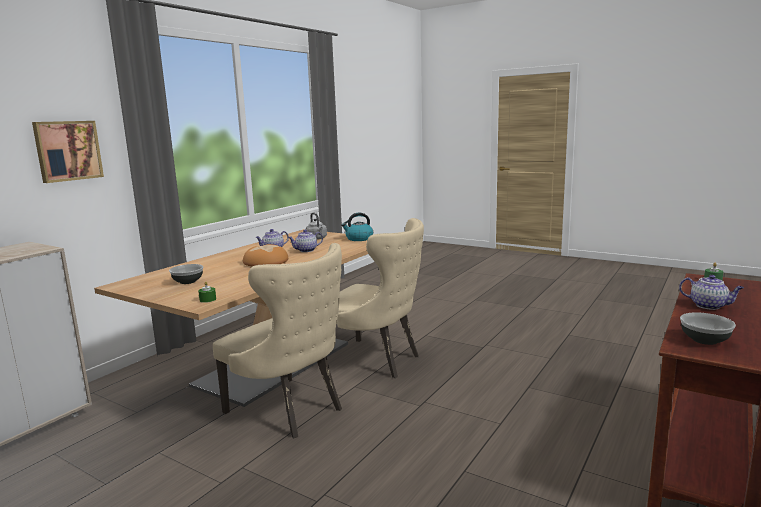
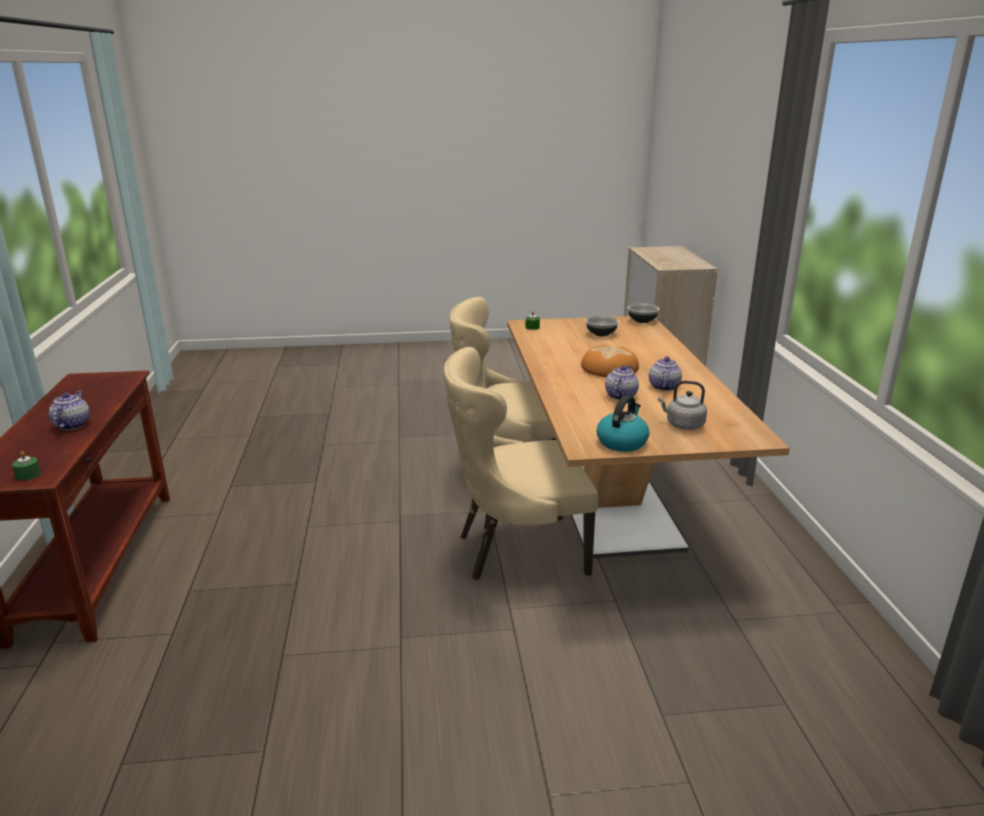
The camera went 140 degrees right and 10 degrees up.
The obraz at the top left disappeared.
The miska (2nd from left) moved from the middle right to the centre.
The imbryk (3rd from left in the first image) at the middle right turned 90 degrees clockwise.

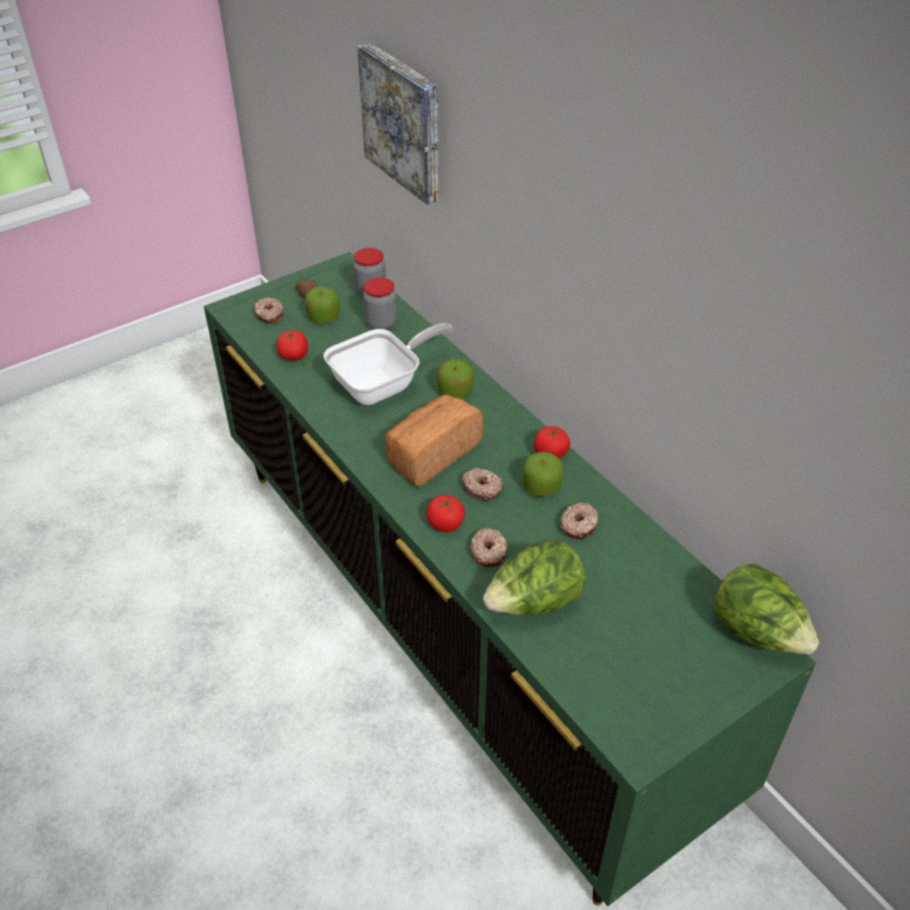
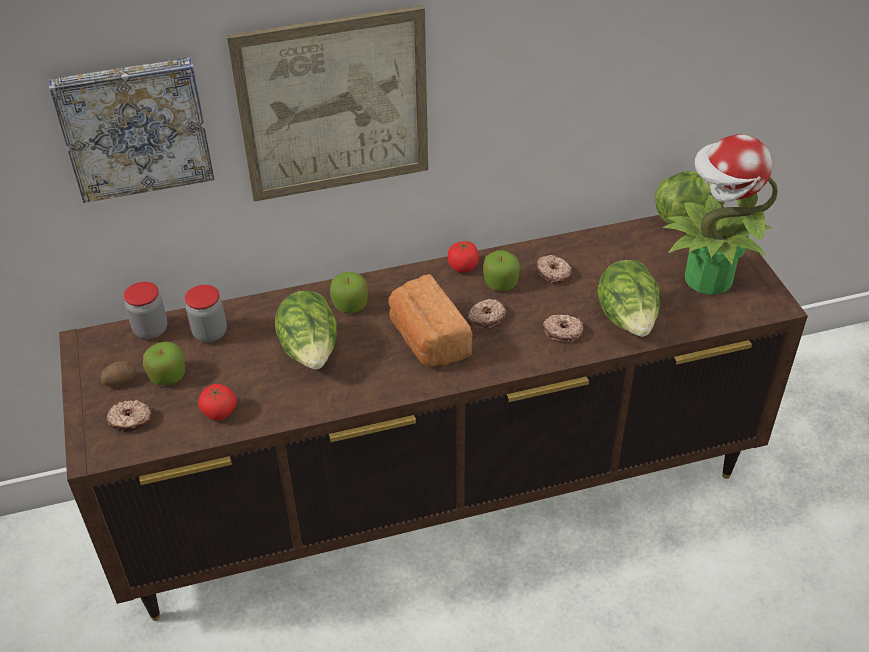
The camera went 70 degrees left and 0 degrees up.
The pomidor (2nd from left) at the centre disappeared.
The obraz (2nd from left) at the top centre appeared.
The roślina doniczkowa at the top right appeared.
The patelnia at the centre was replaced by the sałata (1st from left) at the centre.
The szafka (zielony) at the centre became the szafka (brązowy) at the centre.

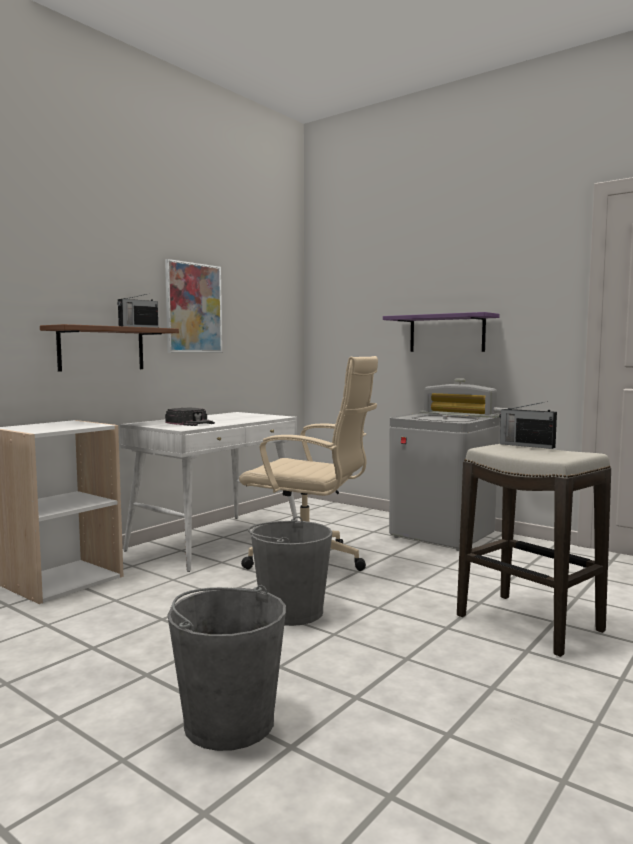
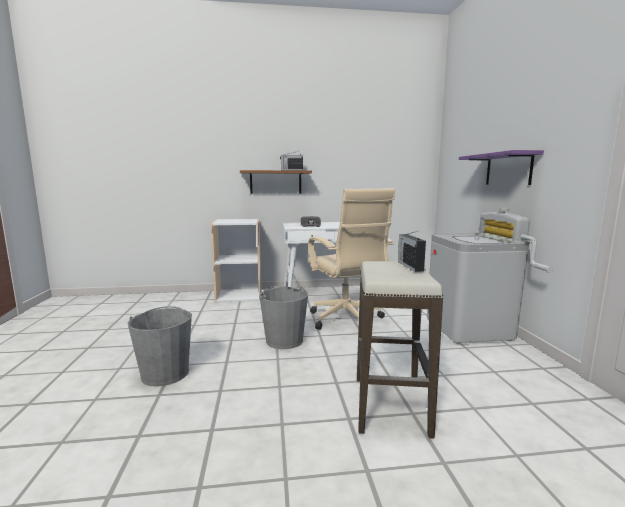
The camera went 45 degrees right and 5 degrees up.
The obraz at the middle left disappeared.

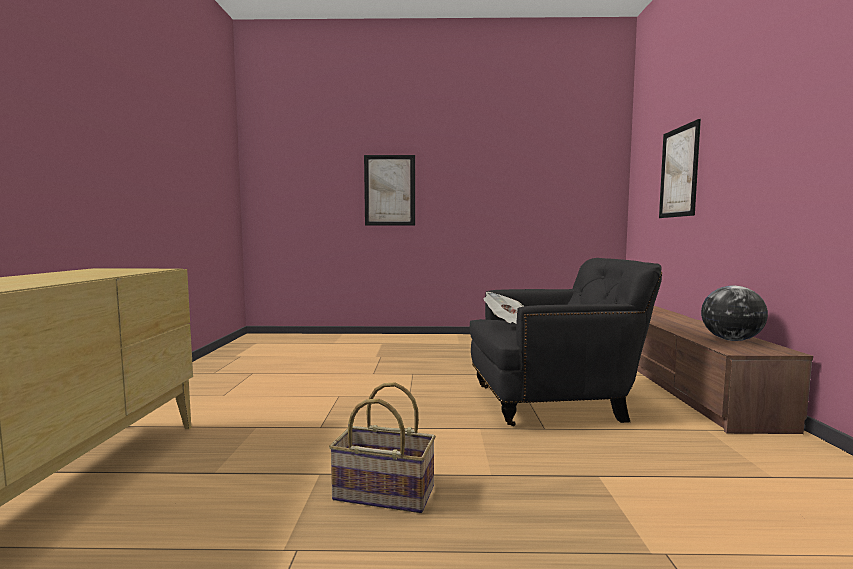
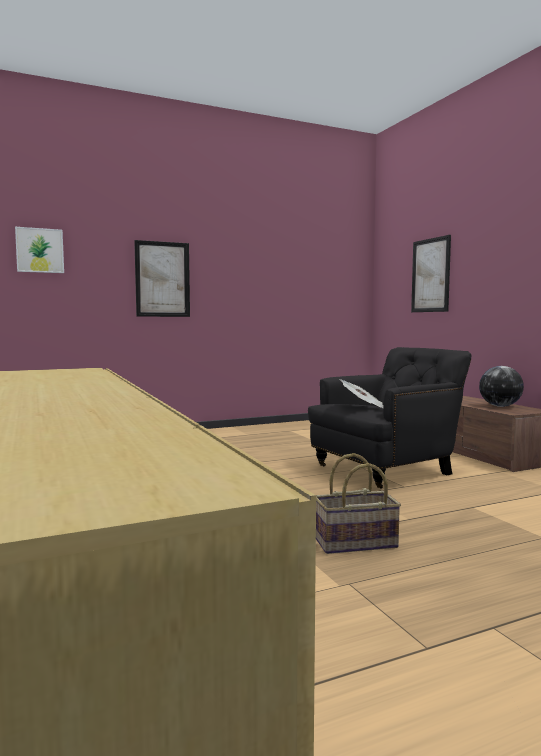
The camera went 25 degrees left and 0 degrees up.
The obraz (1st from left) at the top left appeared.

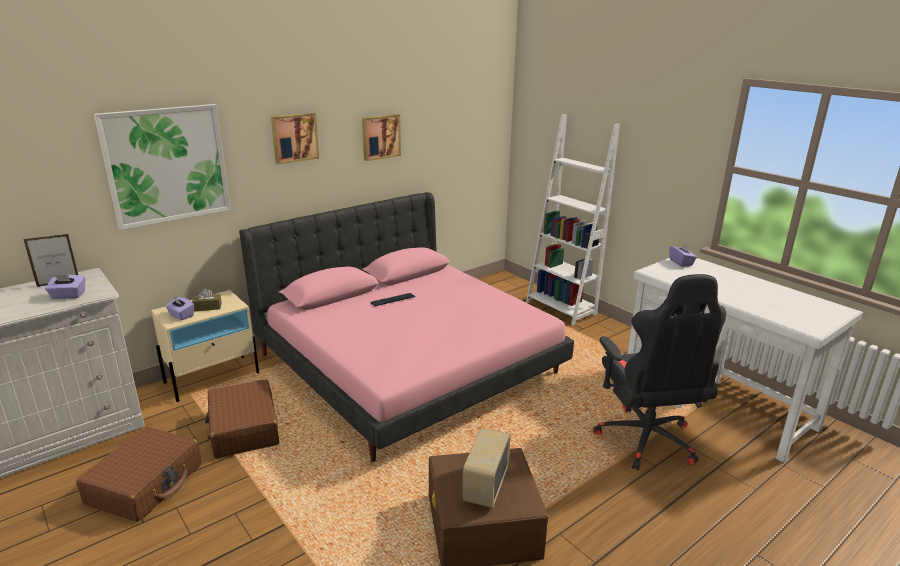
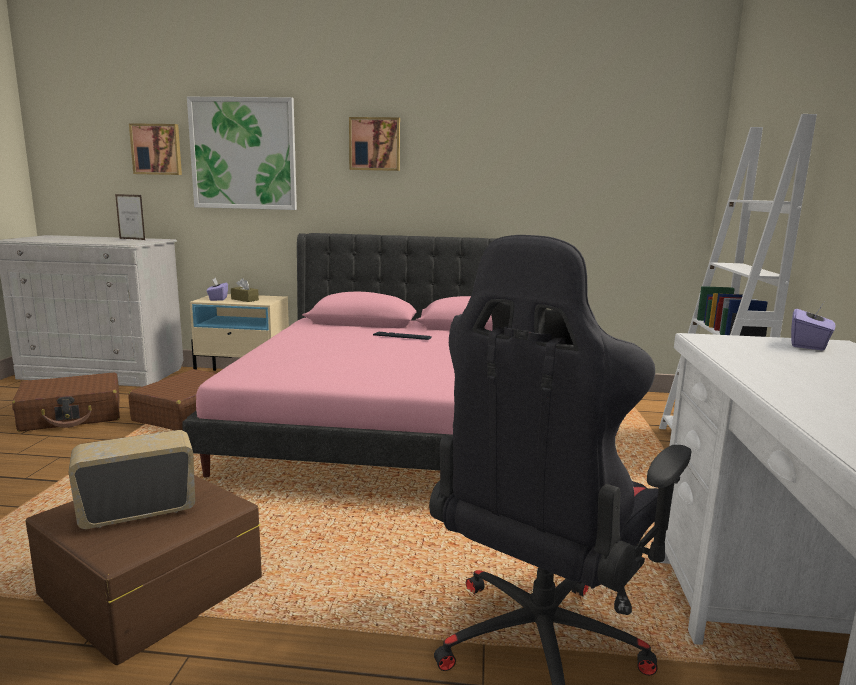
The camera went 45 degrees right and 10 degrees down.
The pudełko chusteczek (fioletowy) (1st from left) at the middle left disappeared.
The obraz (3rd from left in the first image) moved from the top centre to the top left.

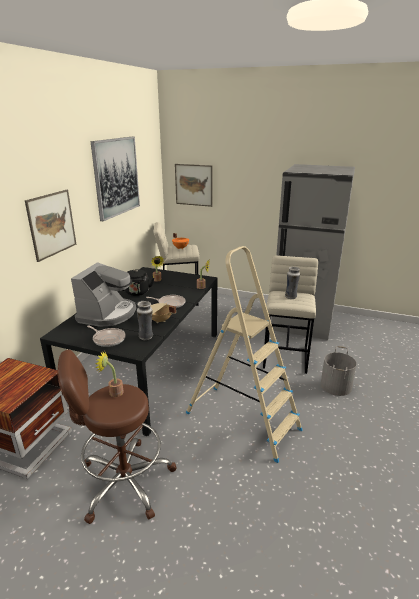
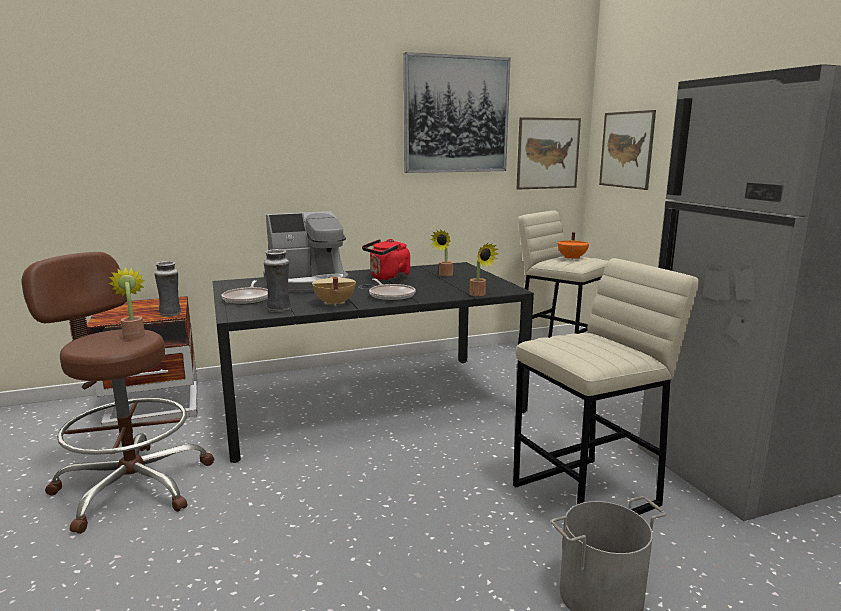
The camera went 50 degrees right and 10 degrees down.
The drabinka (beżowy) at the centre disappeared.
The obraz (1st from left in the first image) moved from the middle left to the top centre.
The wazon (2nd from left in the first image) moved from the middle right to the middle left.
The czajnik (czarny) at the middle left became the czajnik (czerwony) at the centre.

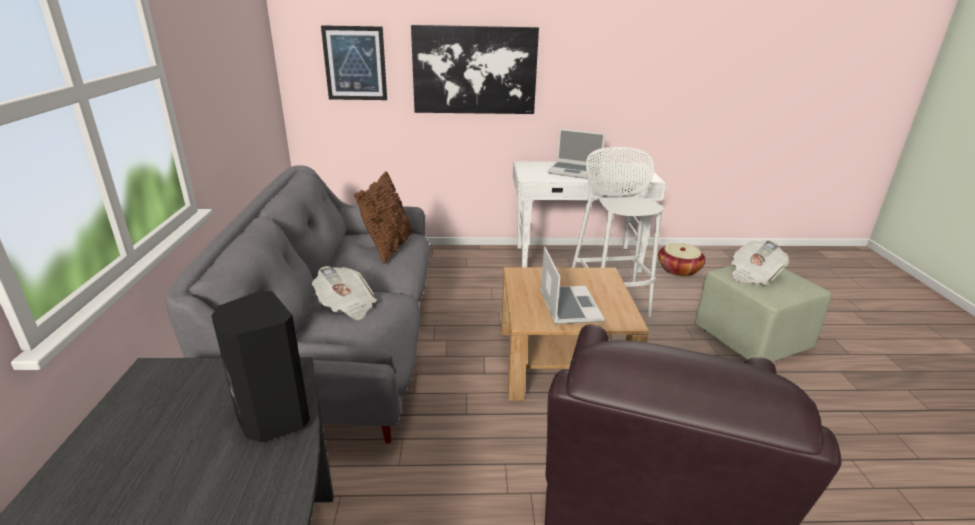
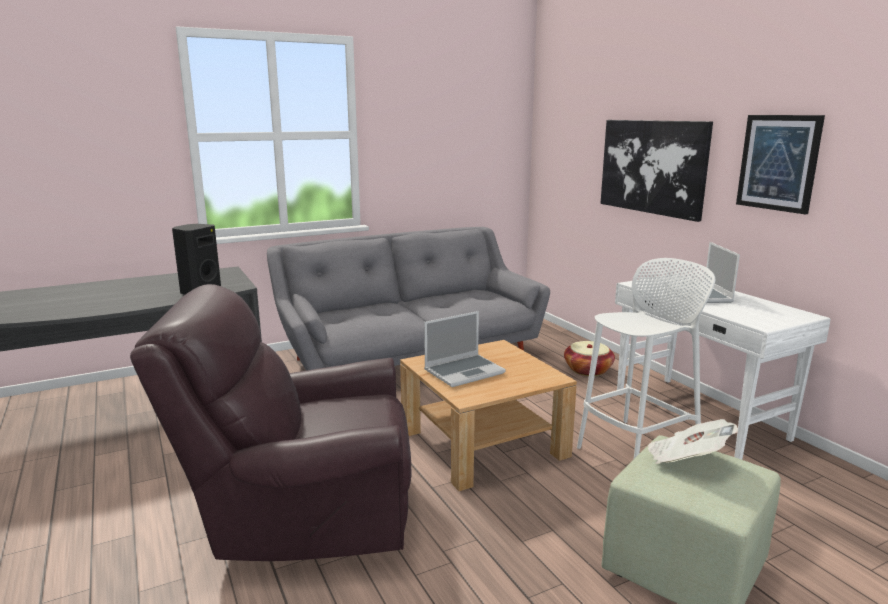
The camera went 65 degrees right and 10 degrees down.
The gazeta (1st from left) at the centre disappeared.
The poduszka (brązowy) at the centre disappeared.
The obraz (1st from left in the first image) moved from the top centre to the top right.
The koszyk moved from the middle right to the centre.

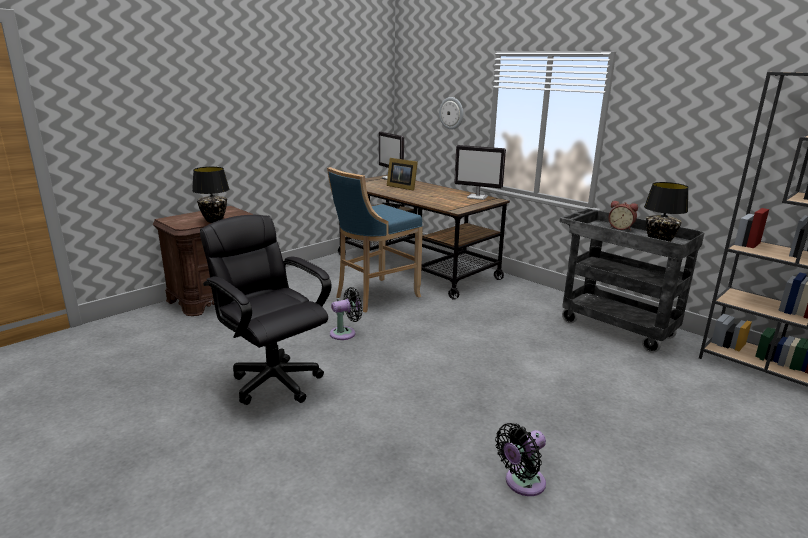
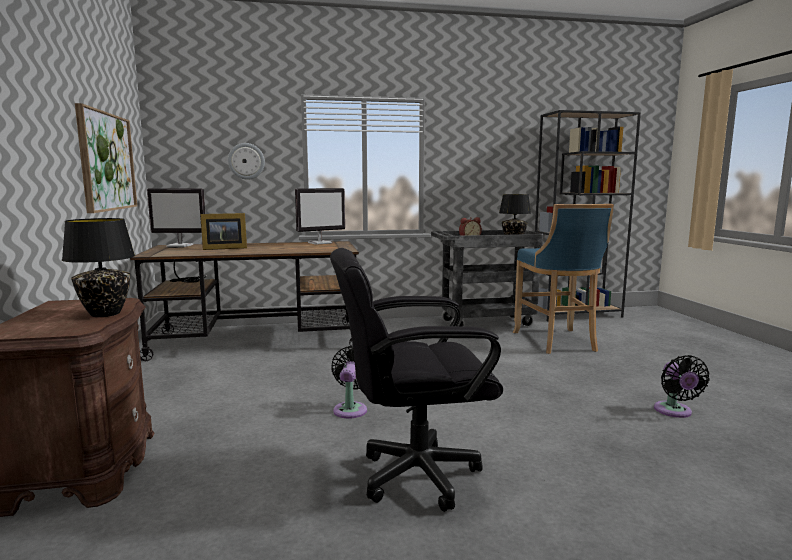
The camera went 55 degrees left and 10 degrees down.
The obraz at the top left appeared.
The stołek (niebieski) moved from the centre to the middle right.

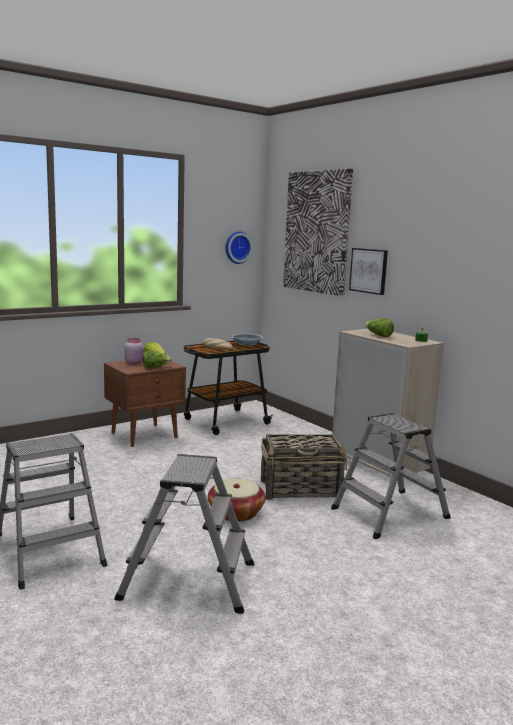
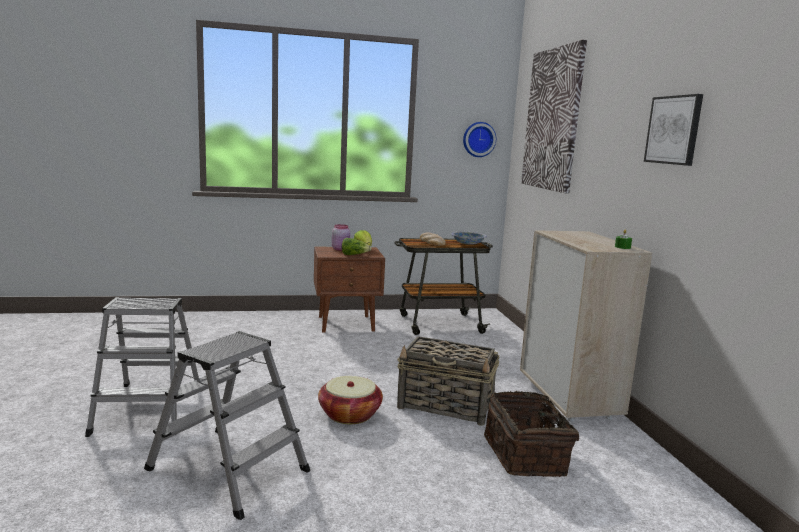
The camera went 25 degrees right and 0 degrees up.
The sałata (3rd from left) at the middle right disappeared.
The obraz (2nd from left) moved from the middle right to the top right.
The drabinka (szary) (3rd from left) at the middle right was replaced by the koszyk (3rd from left) at the bottom centre.

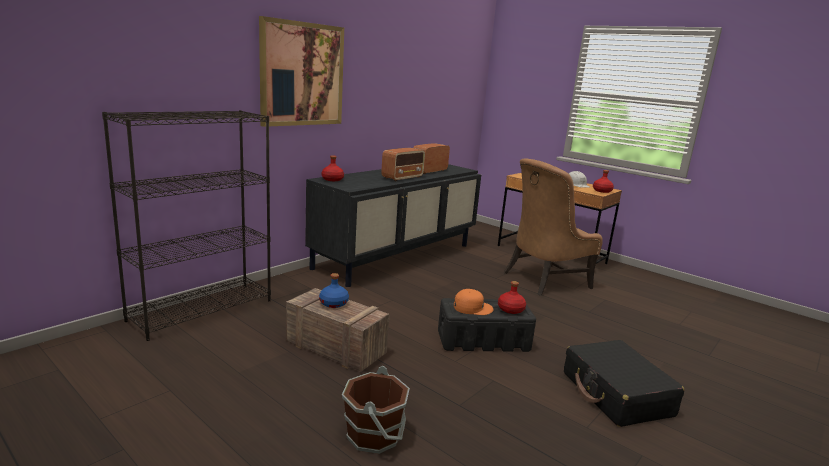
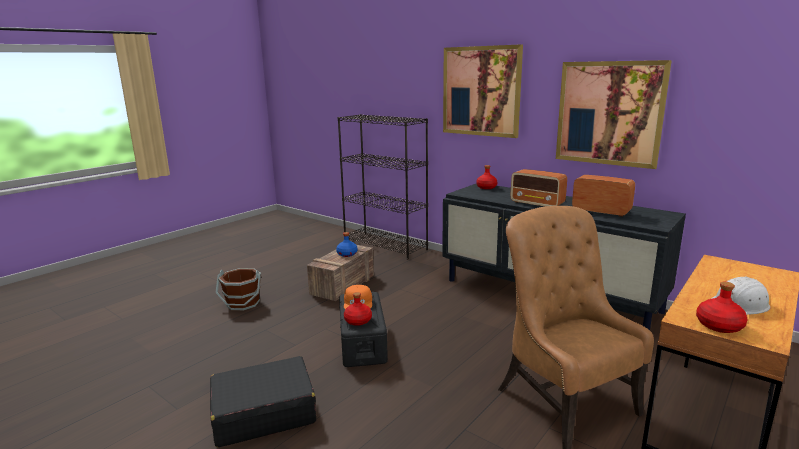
The camera went 90 degrees right and 0 degrees up.
The obraz (2nd from left) at the top right appeared.

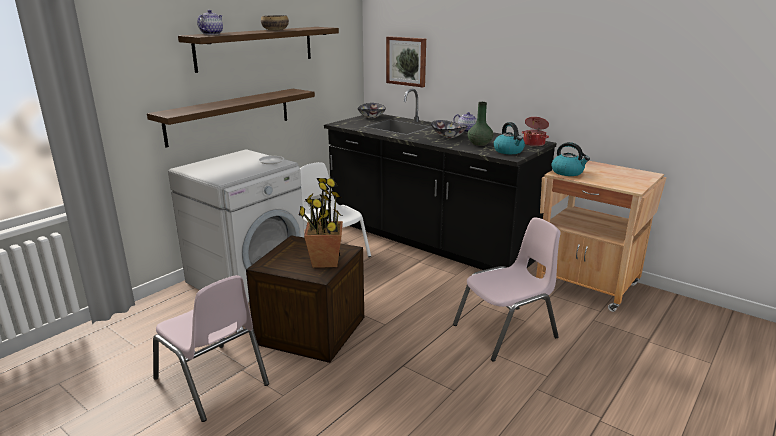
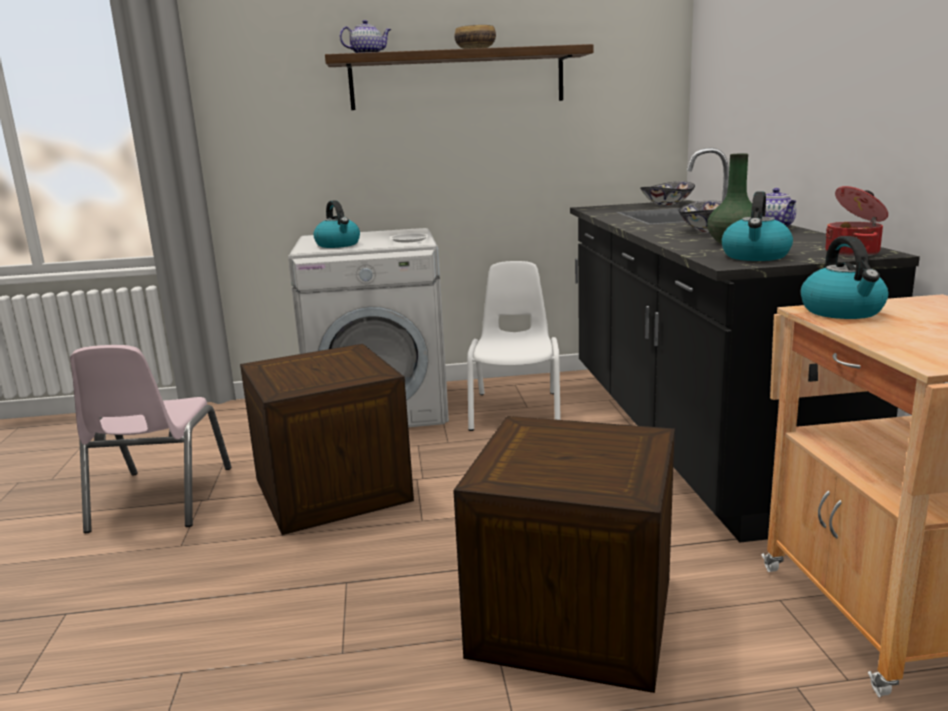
The camera went 45 degrees right and 5 degrees down.
The półka (1st from left) at the top left disappeared.
The roślina doniczkowa at the centre disappeared.
The obraz at the top centre disappeared.
The czajnik (1st from left) at the top centre appeared.
The krzesło (różowy) (2nd from left) at the centre was replaced by the skrzynka (2nd from left) at the bottom centre.

